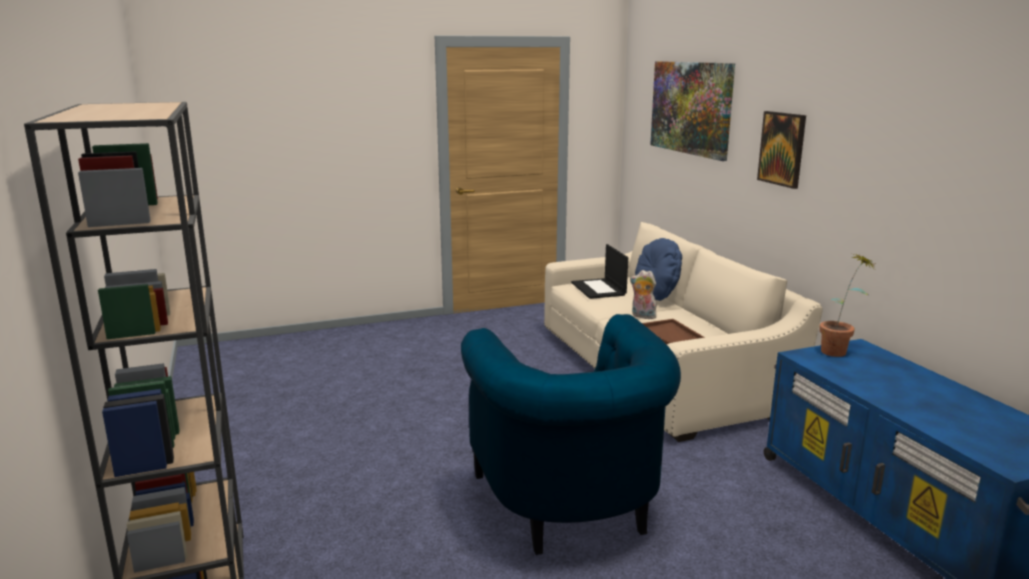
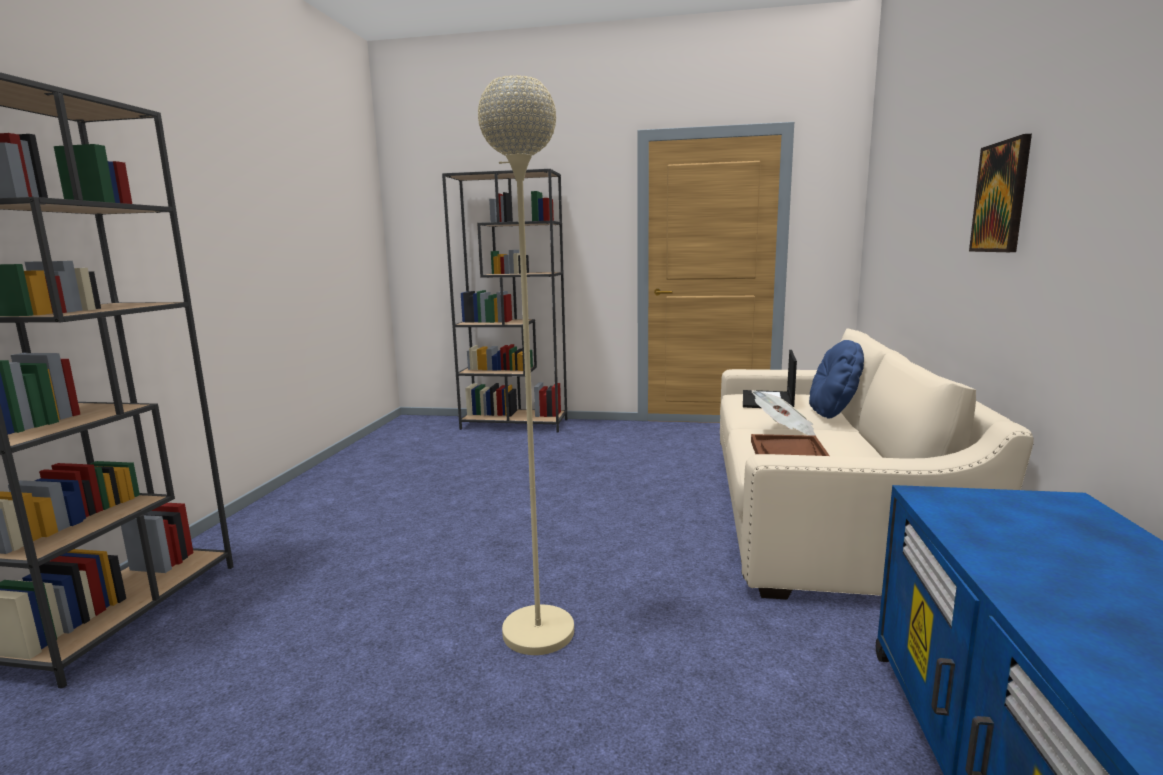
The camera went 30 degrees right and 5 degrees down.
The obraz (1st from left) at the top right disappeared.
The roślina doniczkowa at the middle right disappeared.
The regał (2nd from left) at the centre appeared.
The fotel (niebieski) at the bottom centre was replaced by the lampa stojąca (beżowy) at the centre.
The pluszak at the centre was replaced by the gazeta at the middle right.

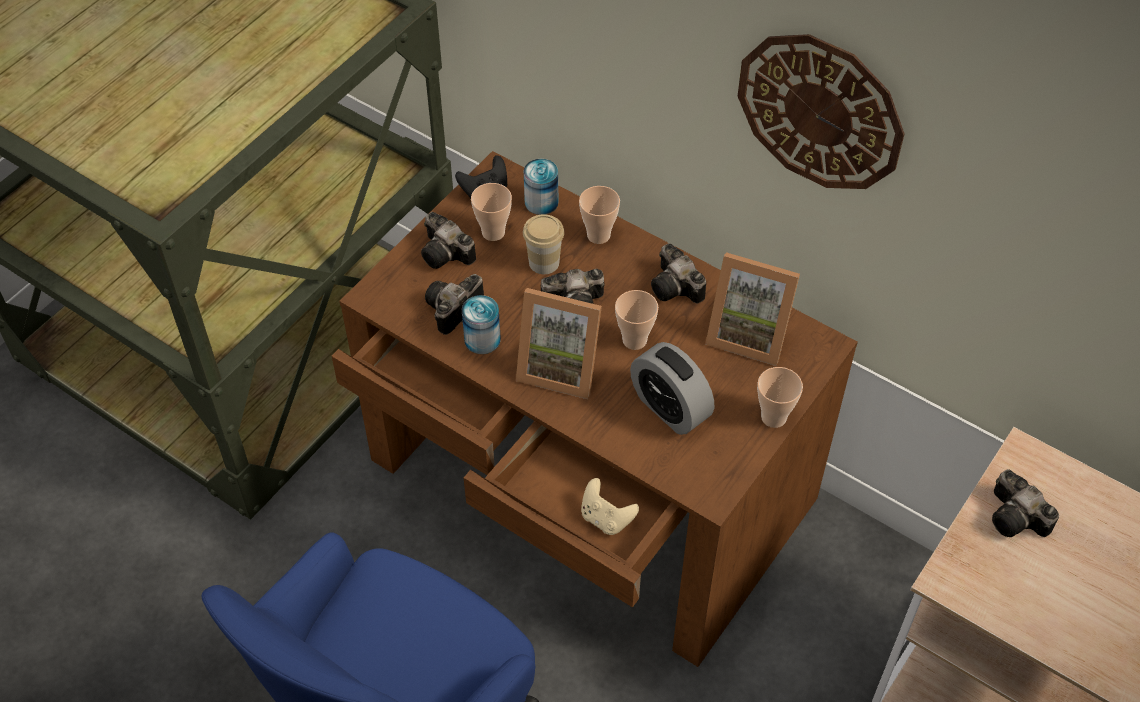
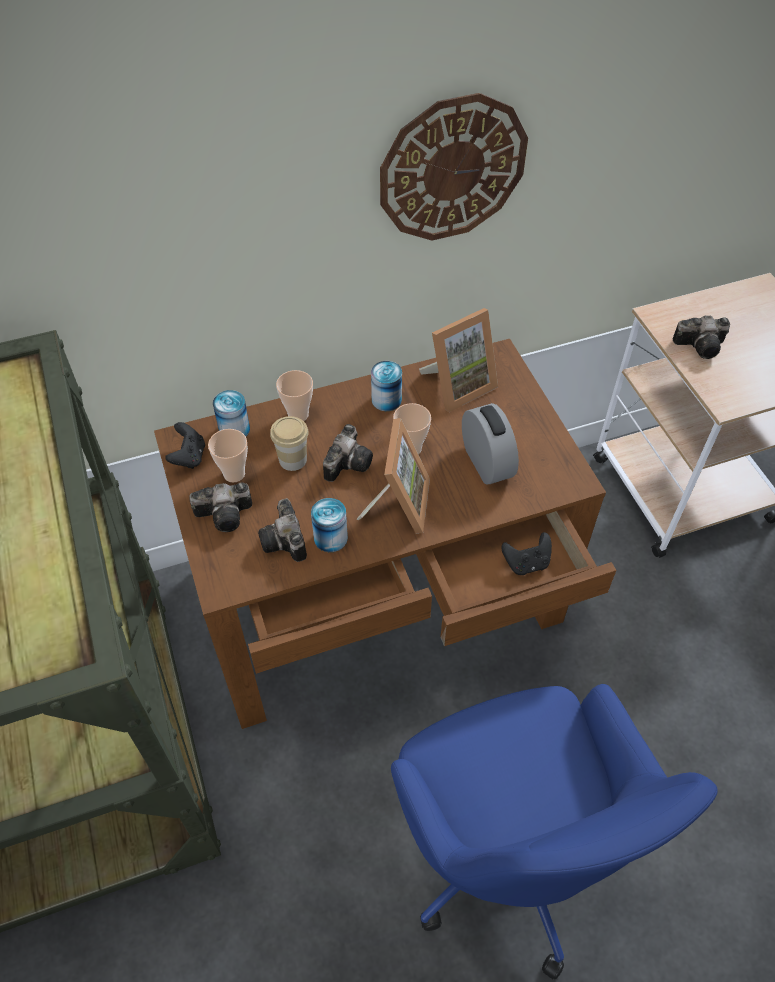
The camera went 55 degrees left and 0 degrees up.
The filiżanka (5th from left) at the middle right disappeared.
The aparat fotograficzny (4th from left) at the centre was replaced by the puszka (3rd from left) at the centre.
The pad do gier (beżowy) at the bottom centre became the pad do gier (czarny) (2nd from left) at the middle right.
The ramka na zdjęcie (1st from left) at the centre turned 45 degrees counterclockwise.
The budzik at the centre turned 105 degrees counterclockwise.

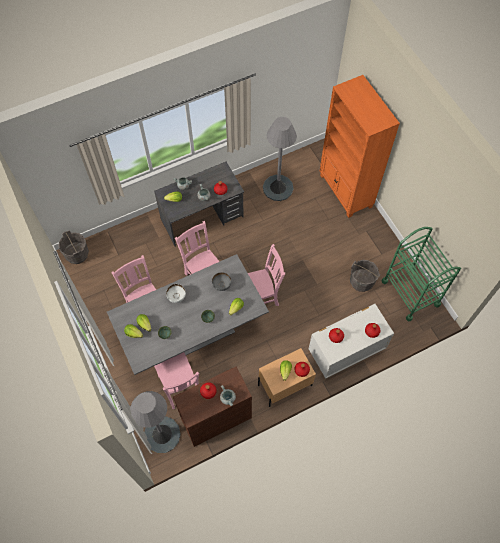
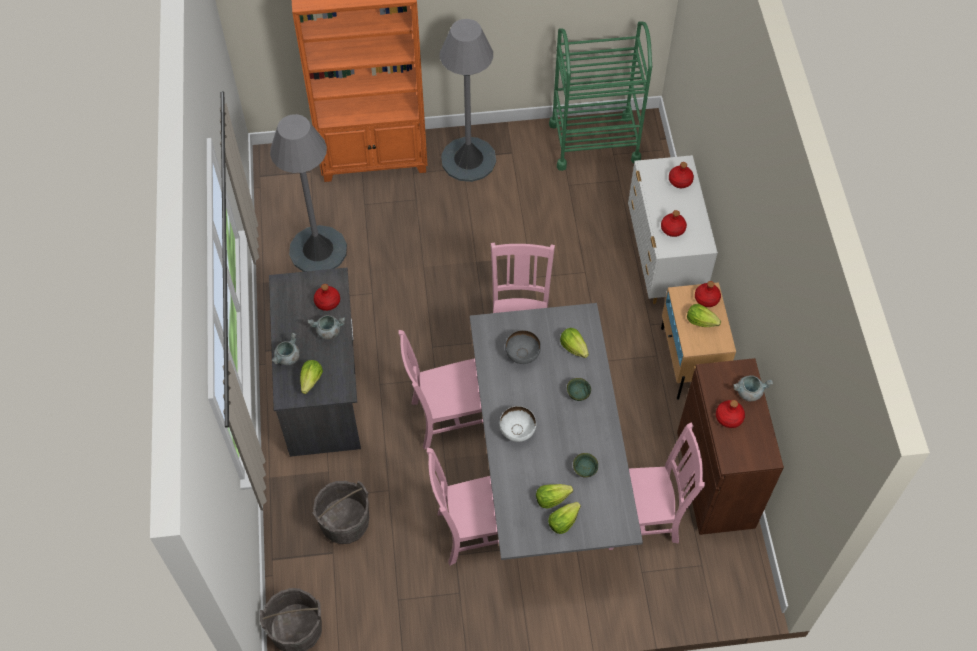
The camera went 70 degrees left and 5 degrees down.
The lampa stojąca (szary) (1st from left in the first image) moved from the bottom left to the top centre.
The wiadro (szary) (2nd from left) moved from the middle right to the bottom centre.

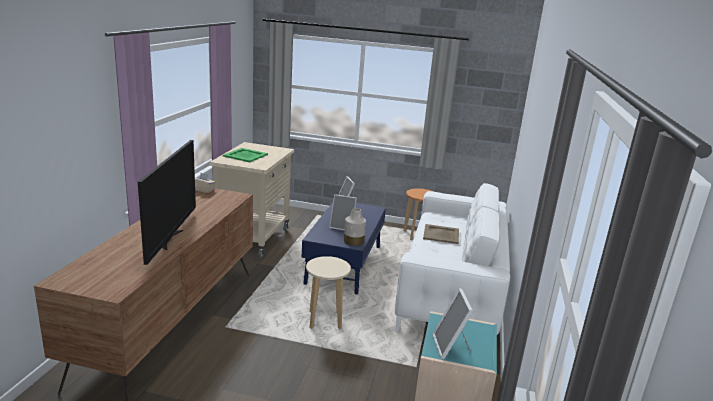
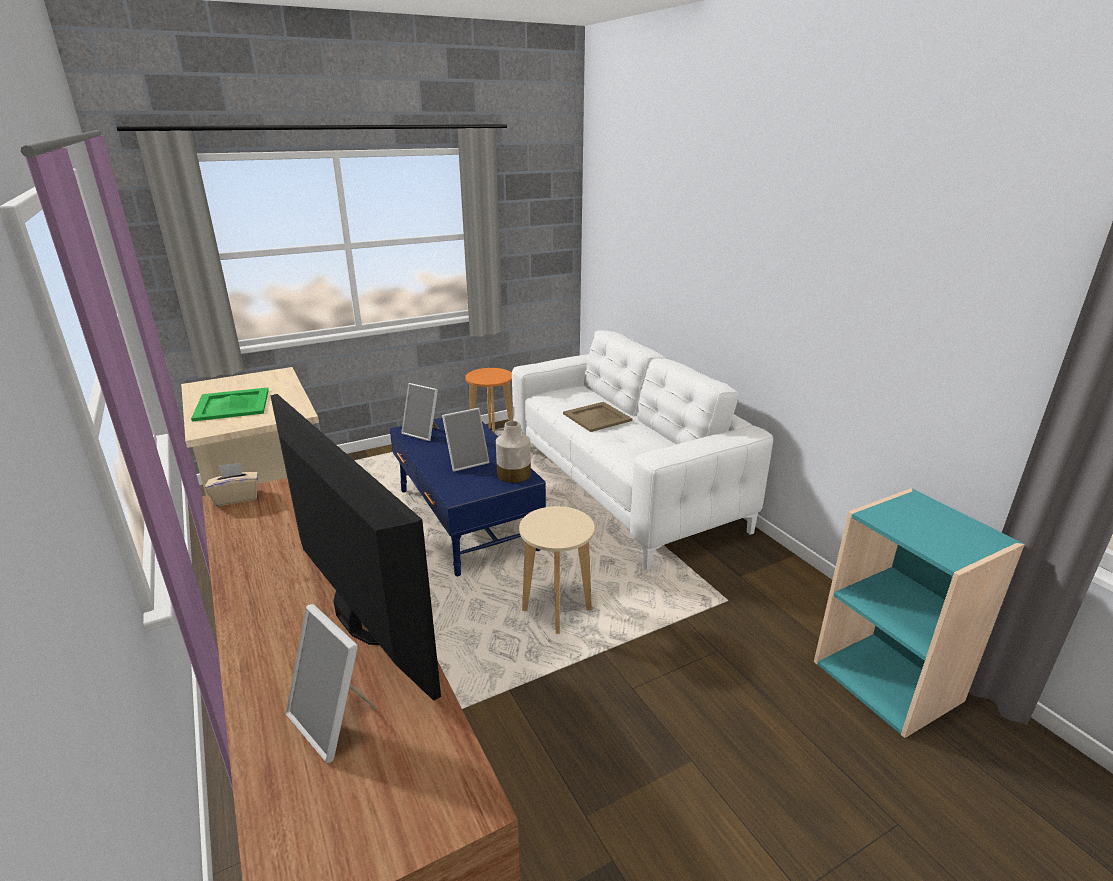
The camera went 40 degrees left and 5 degrees up.
The ramka na zdjęcie (3rd from left in the first image) moved from the bottom centre to the bottom left.

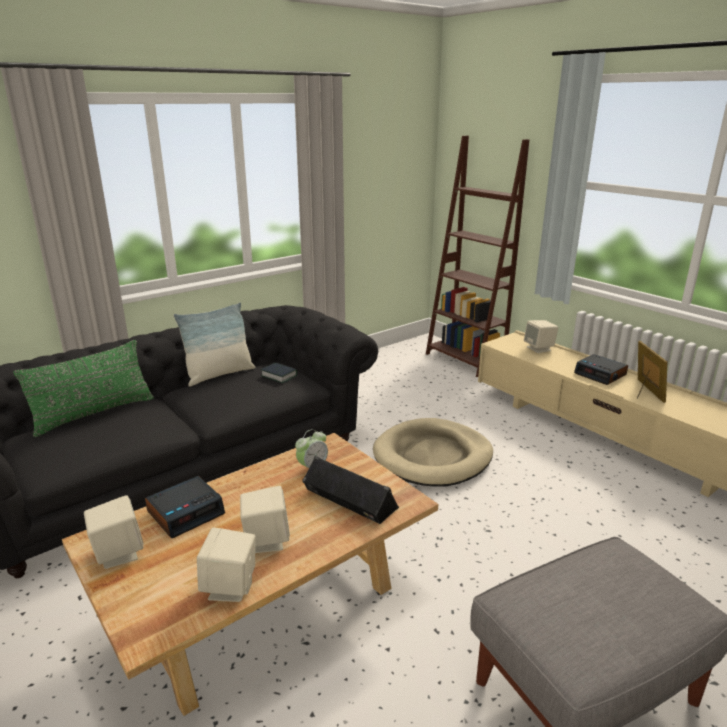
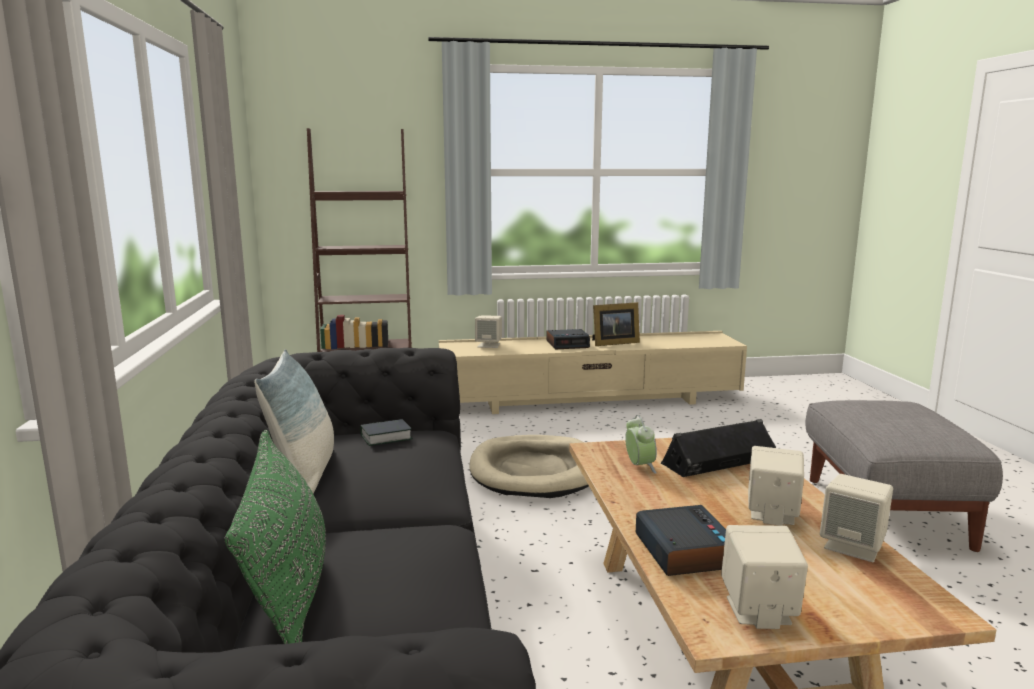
The camera went 60 degrees left and 10 degrees down.
The ramka na zdjęcie at the middle right turned 135 degrees clockwise.

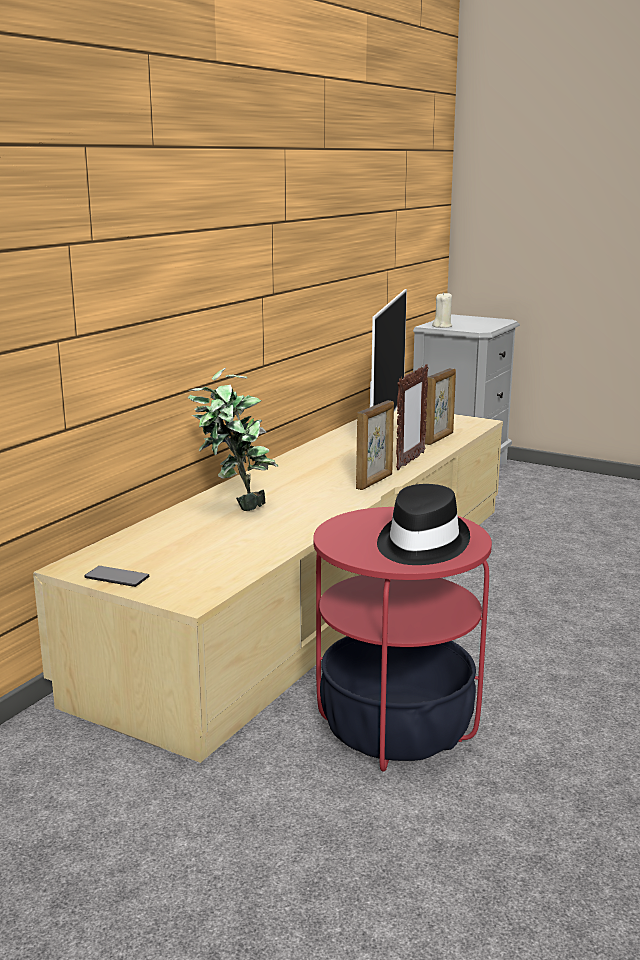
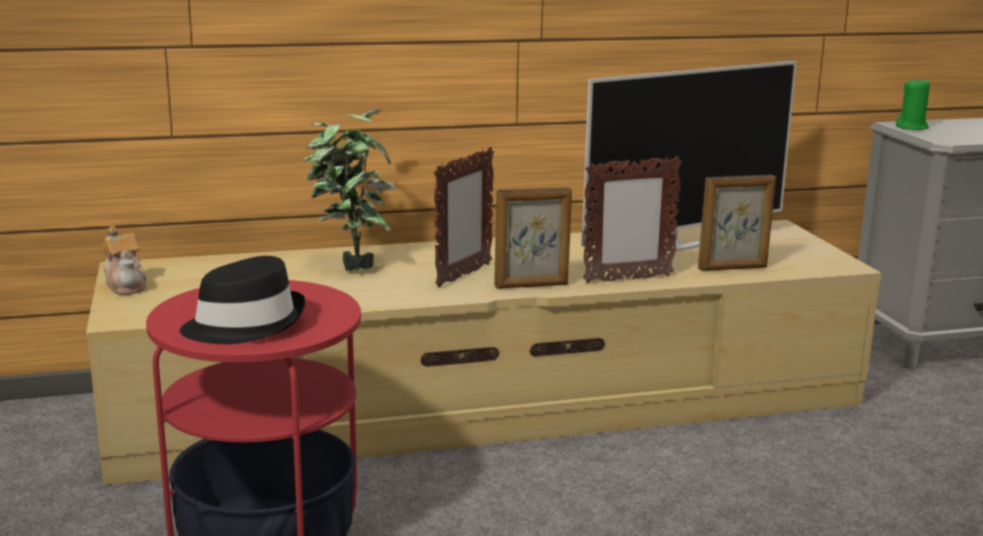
The camera went 45 degrees right and 0 degrees up.
The ramka na zdjęcie (1st from left) at the centre appeared.
The telefon at the middle left was replaced by the imbryk at the middle left.
The świeca (beżowy) at the top right became the świeca (zielony) at the top right.

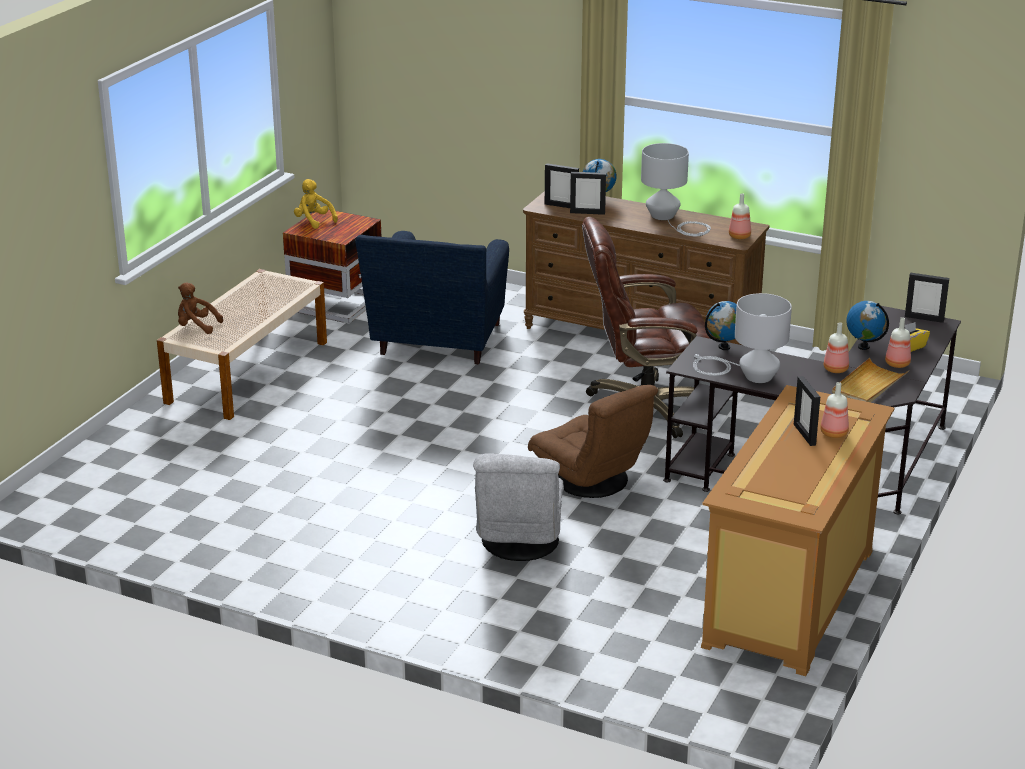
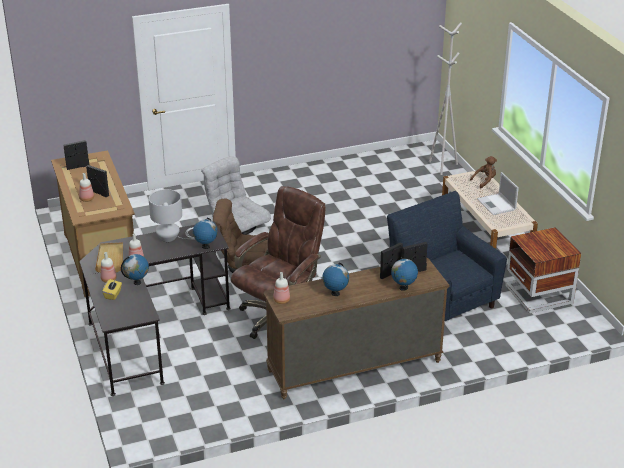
The camera went 135 degrees right and 5 degrees up.
The pluszak (żółty) at the top left disappeared.
The wieszak (szary) at the top right appeared.
The laptop at the middle right appeared.
The ramka na zdjęcie (4th from left in the first image) moved from the middle right to the top left.
The lampa stołowa (szary) (1st from left) at the top centre was replaced by the globus (3rd from left) at the centre.

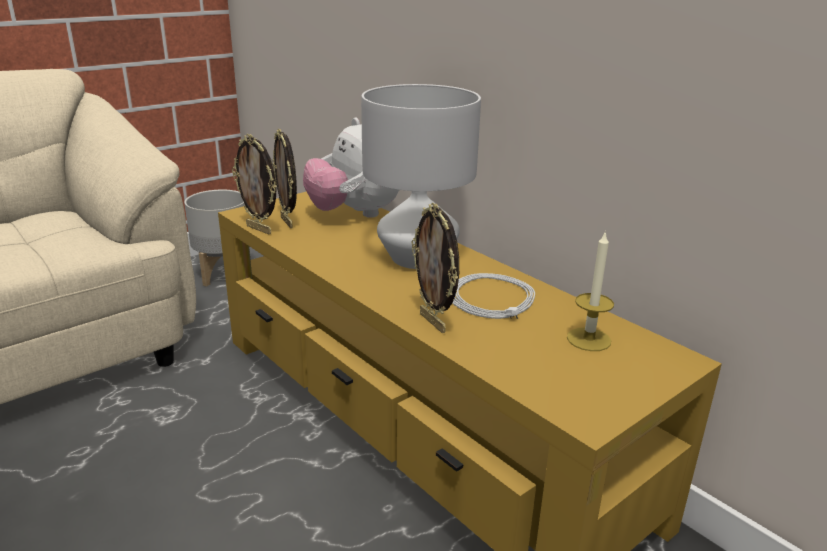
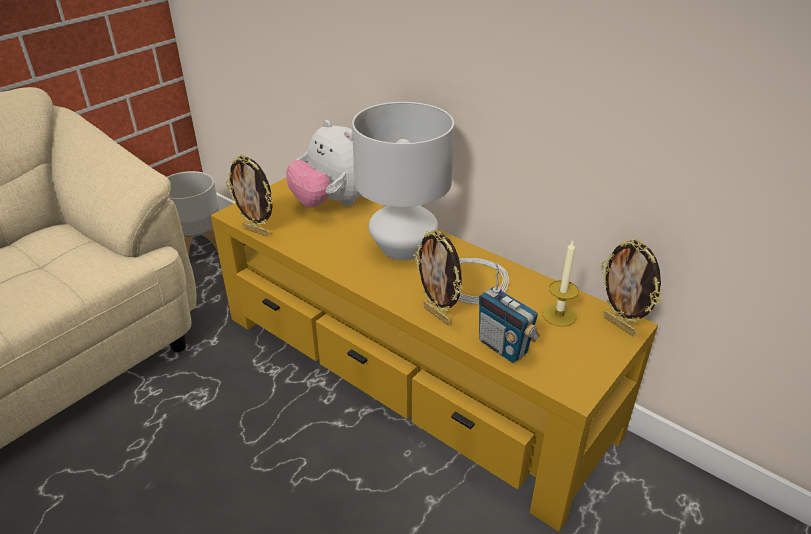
The camera went 10 degrees left and 10 degrees up.
The radio at the centre appeared.
The ramka na zdjęcie (2nd from left in the first image) moved from the top centre to the middle right.

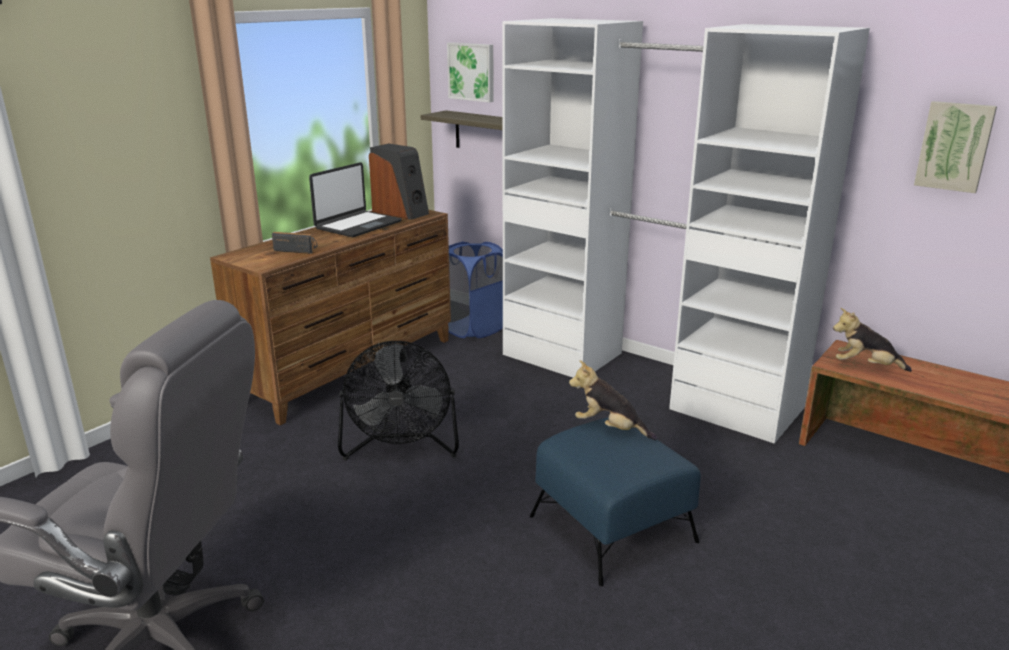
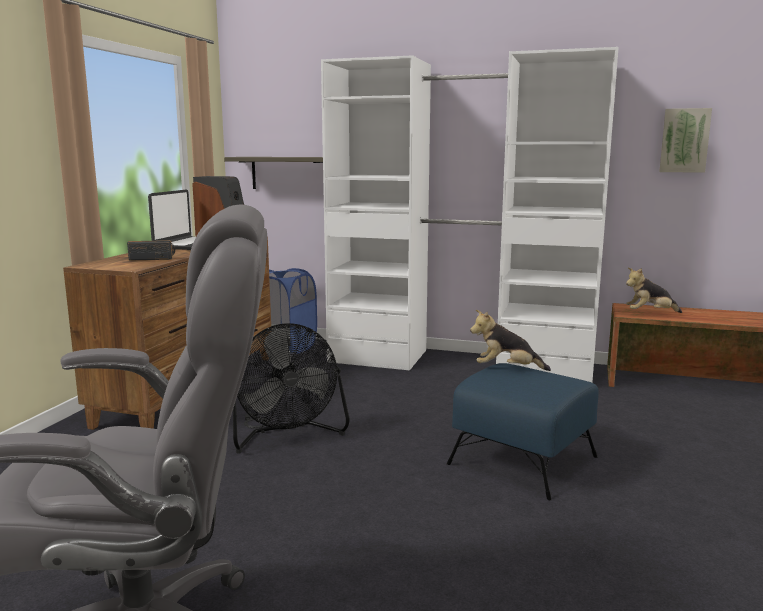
The camera went 20 degrees left and 10 degrees down.
The obraz (1st from left) at the top centre disappeared.

